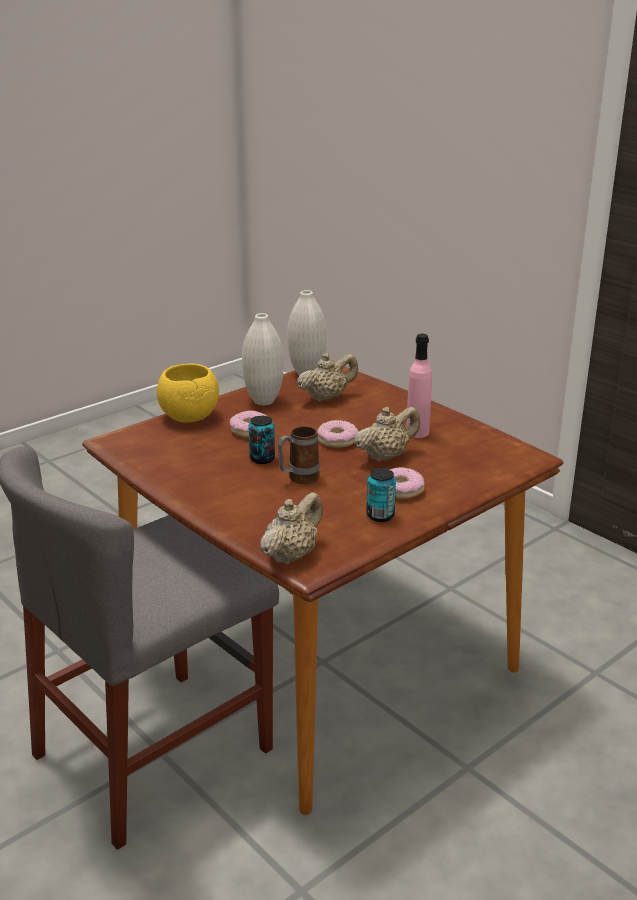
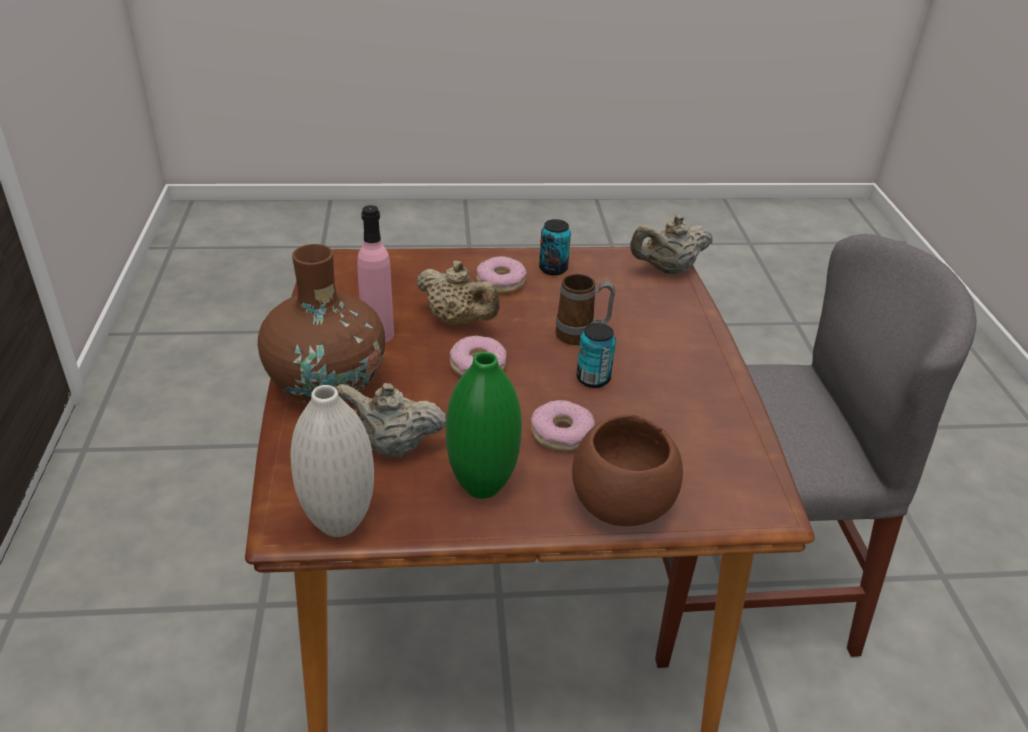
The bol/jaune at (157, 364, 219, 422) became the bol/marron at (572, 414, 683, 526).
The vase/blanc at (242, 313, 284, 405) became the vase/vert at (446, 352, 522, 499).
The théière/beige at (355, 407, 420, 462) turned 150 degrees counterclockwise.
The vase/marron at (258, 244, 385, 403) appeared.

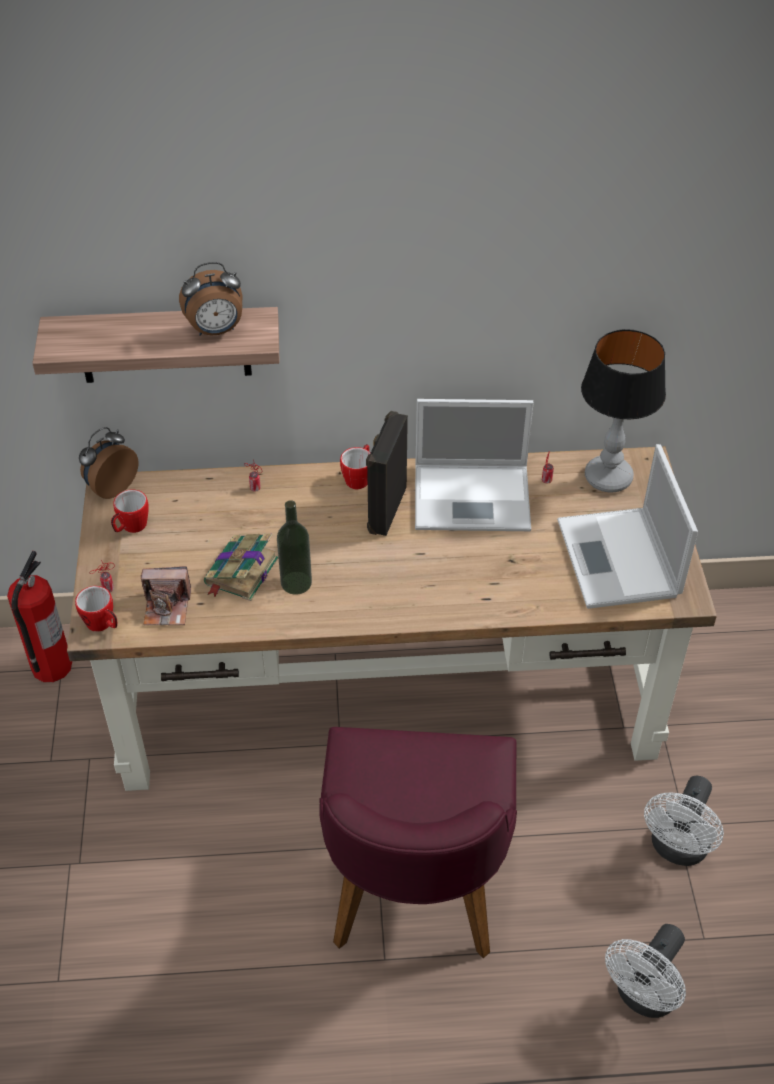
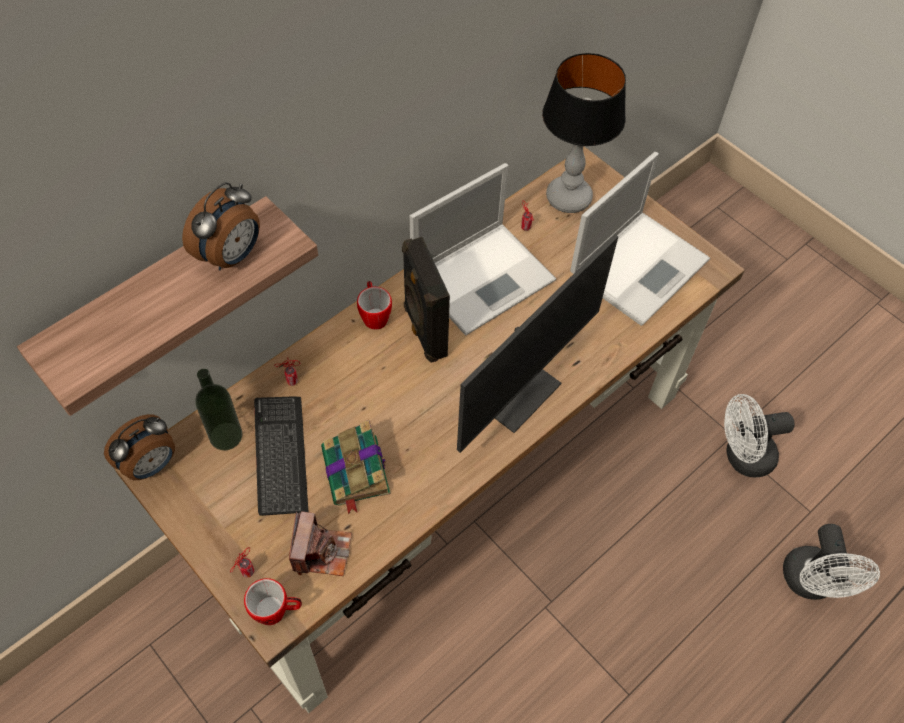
The extincteur at (7, 551, 72, 682) disappeared.
The réveil at (79, 427, 139, 499) turned 135 degrees counterclockwise.
The mug at (111, 489, 149, 533) disappeared.
The appareil photo at (141, 566, 191, 625) turned 45 degrees counterclockwise.
The bouteille moved from (277, 500, 312, 595) to (196, 369, 242, 451).
The chaise/violet at (319, 727, 517, 958) disappeared.
The ordinateur portable at (557, 444, 698, 609) turned 90 degrees counterclockwise.
The ventilateur/blanc at (644, 776, 724, 866) turned 90 degrees clockwise.
The clavier at (254, 397, 308, 516) appeared.
The écran d'ordinateur at (457, 234, 618, 453) appeared.

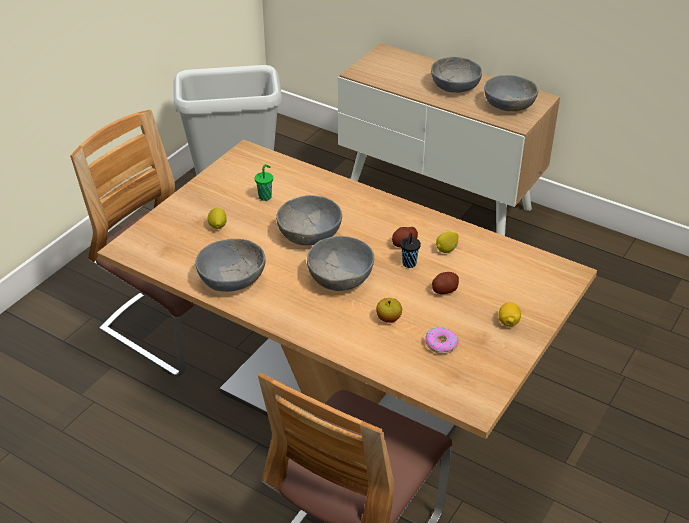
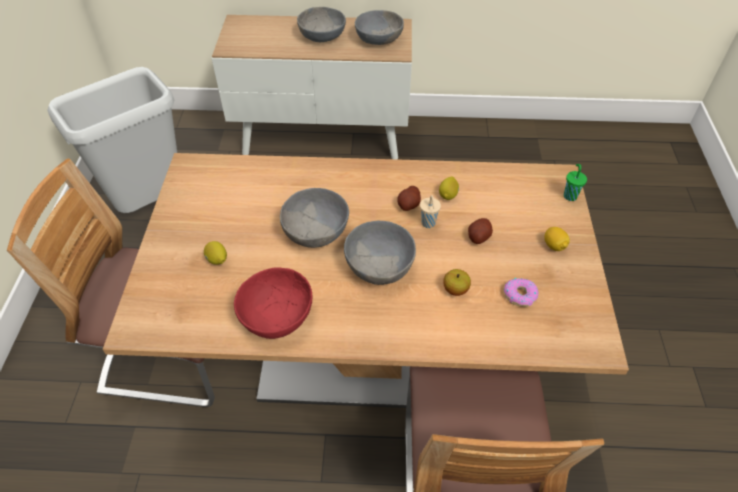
The bol/gris at (195, 239, 265, 292) became the bol/rouge at (234, 267, 312, 339).
The tasse/vert moved from (255, 164, 273, 201) to (564, 164, 587, 201).
The tasse/noir at (400, 233, 421, 268) became the tasse/beige at (420, 195, 441, 228).

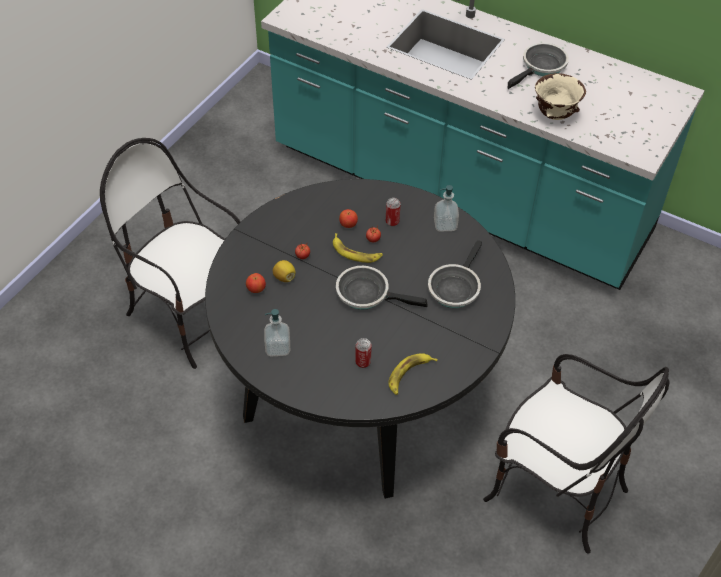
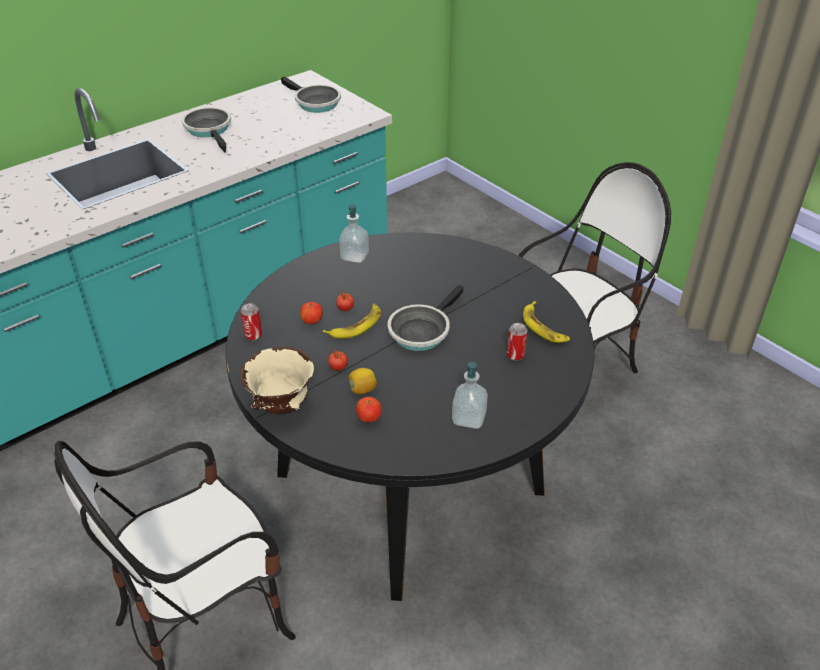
The boîte métallique moved from (386, 198, 401, 226) to (241, 303, 262, 341).
The poêle moved from (428, 240, 482, 308) to (281, 76, 341, 113).
The bol/beige moved from (535, 73, 586, 120) to (240, 347, 314, 414).

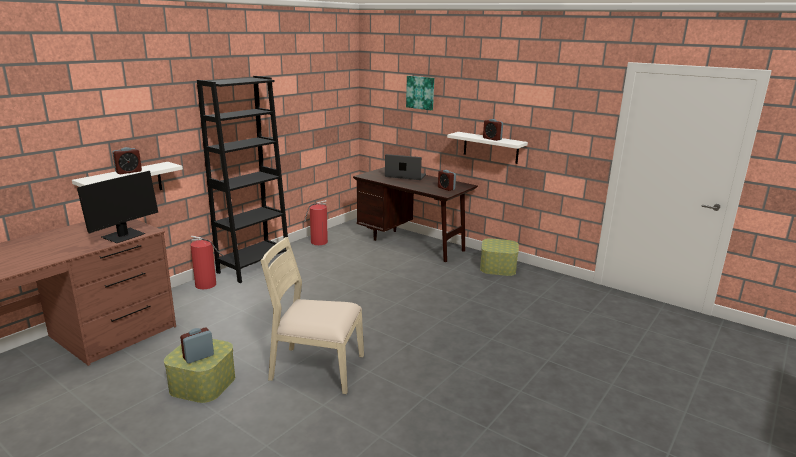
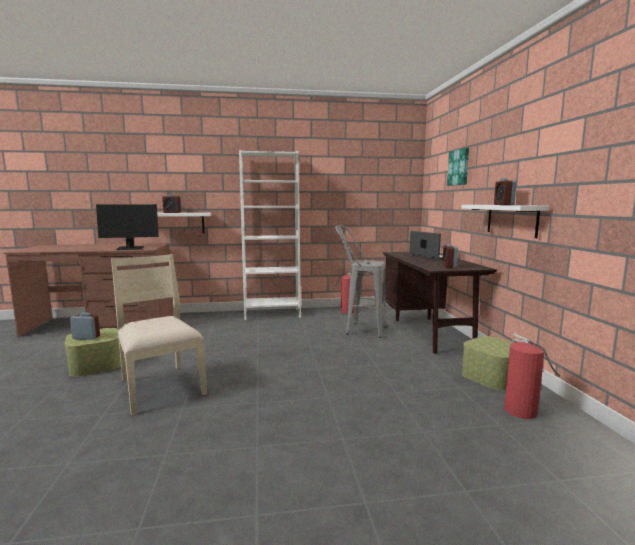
The extincteur moved from (190, 235, 224, 289) to (504, 333, 560, 419).
The bibliothèque/noir at (197, 76, 288, 283) became the bibliothèque/blanc at (239, 150, 301, 320).
The tabouret/gris at (335, 225, 387, 338) appeared.

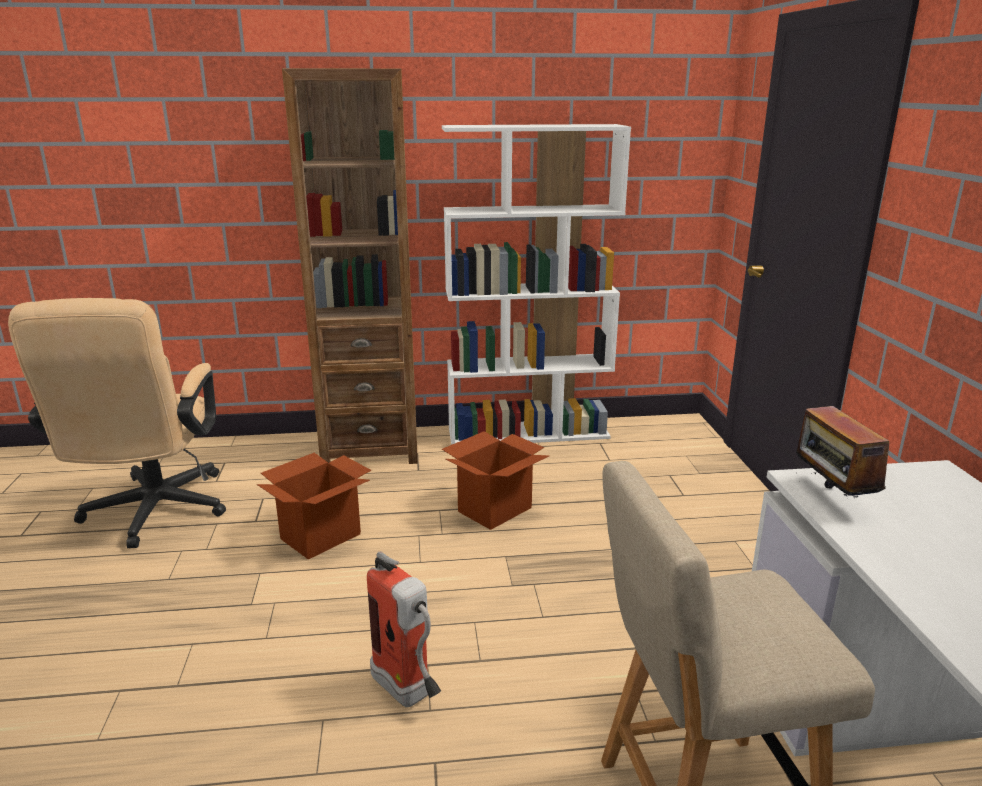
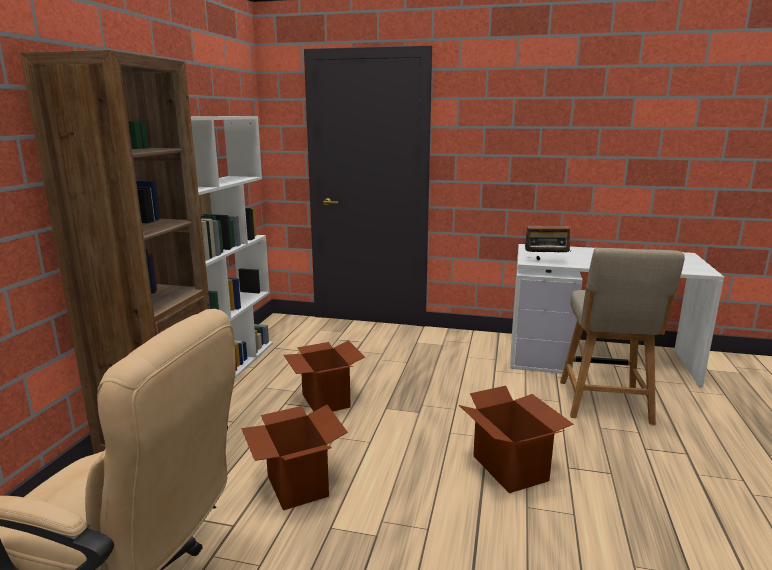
The extincteur at (367, 552, 441, 707) was replaced by the carton at (459, 386, 574, 493).

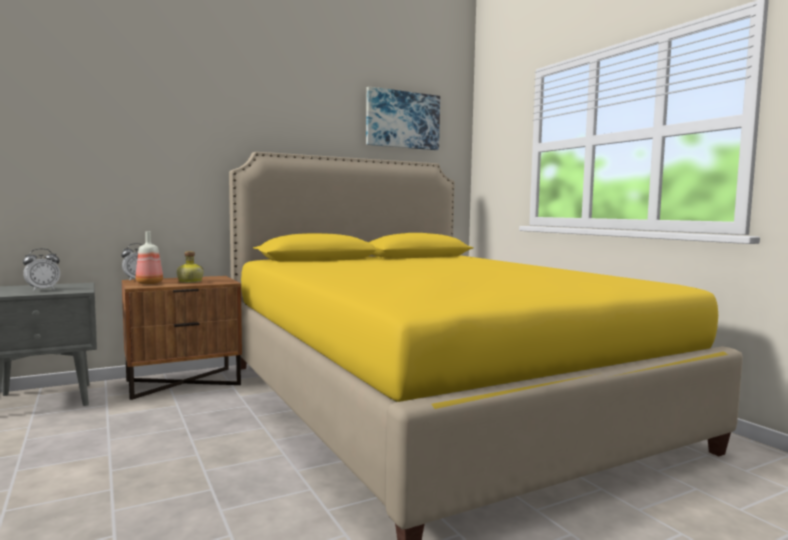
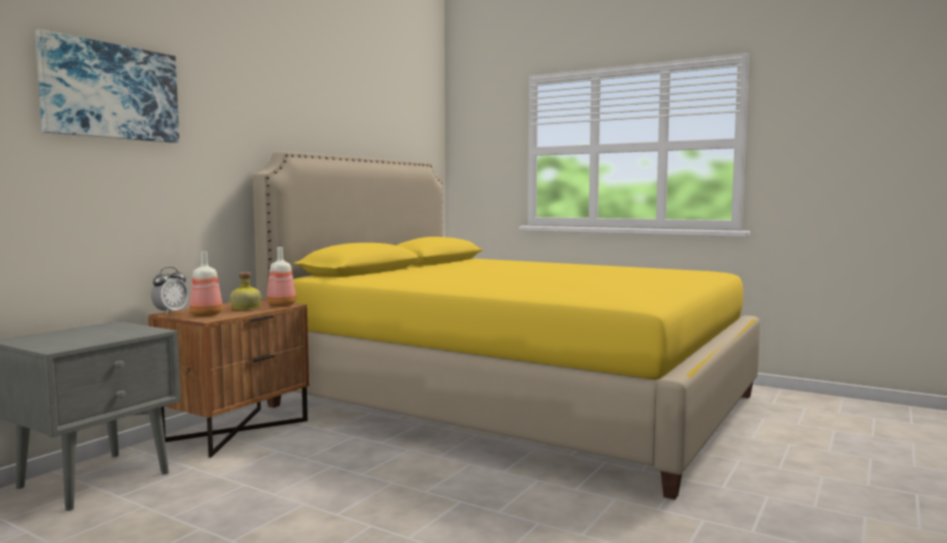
The réveil at (23, 248, 60, 291) disappeared.
The tableau moved from (366, 86, 440, 150) to (35, 29, 179, 143).
The bouteille at (267, 247, 296, 306) appeared.

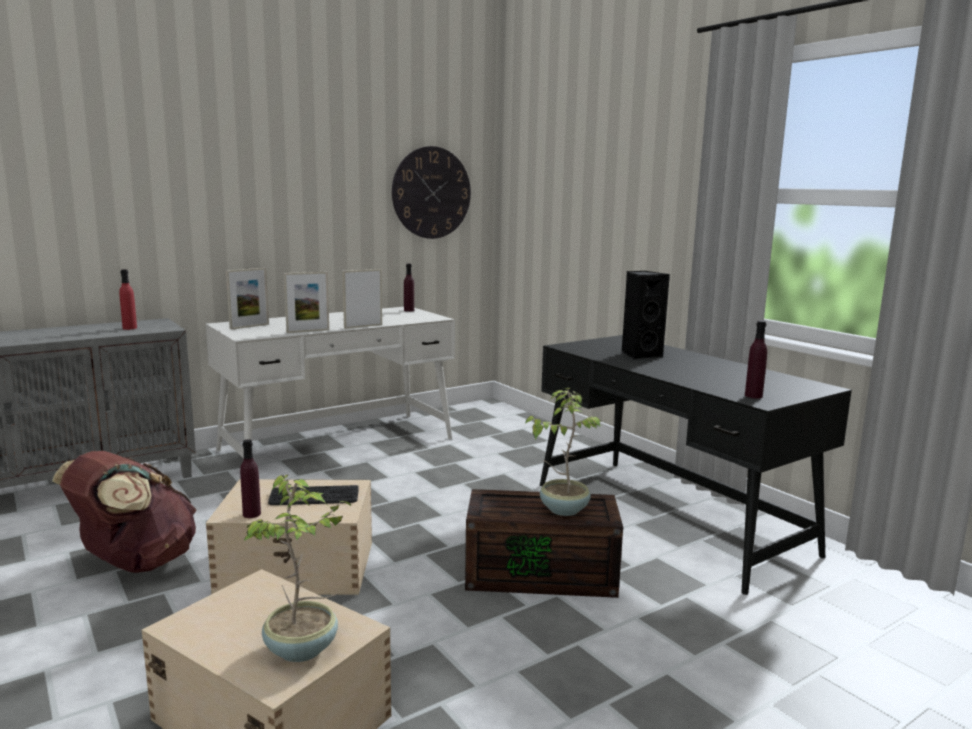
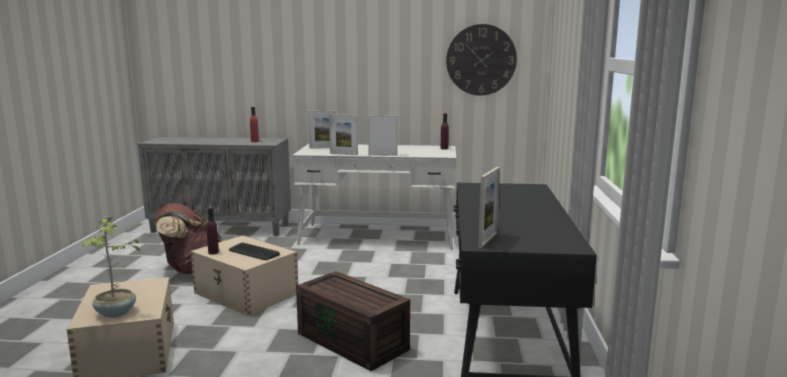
The plante en pot at (525, 388, 602, 516) disappeared.
The enceinte/noir at (622, 271, 670, 359) disappeared.
The bouteille/violet at (745, 321, 767, 398) was replaced by the cadre photo at (478, 167, 500, 248).

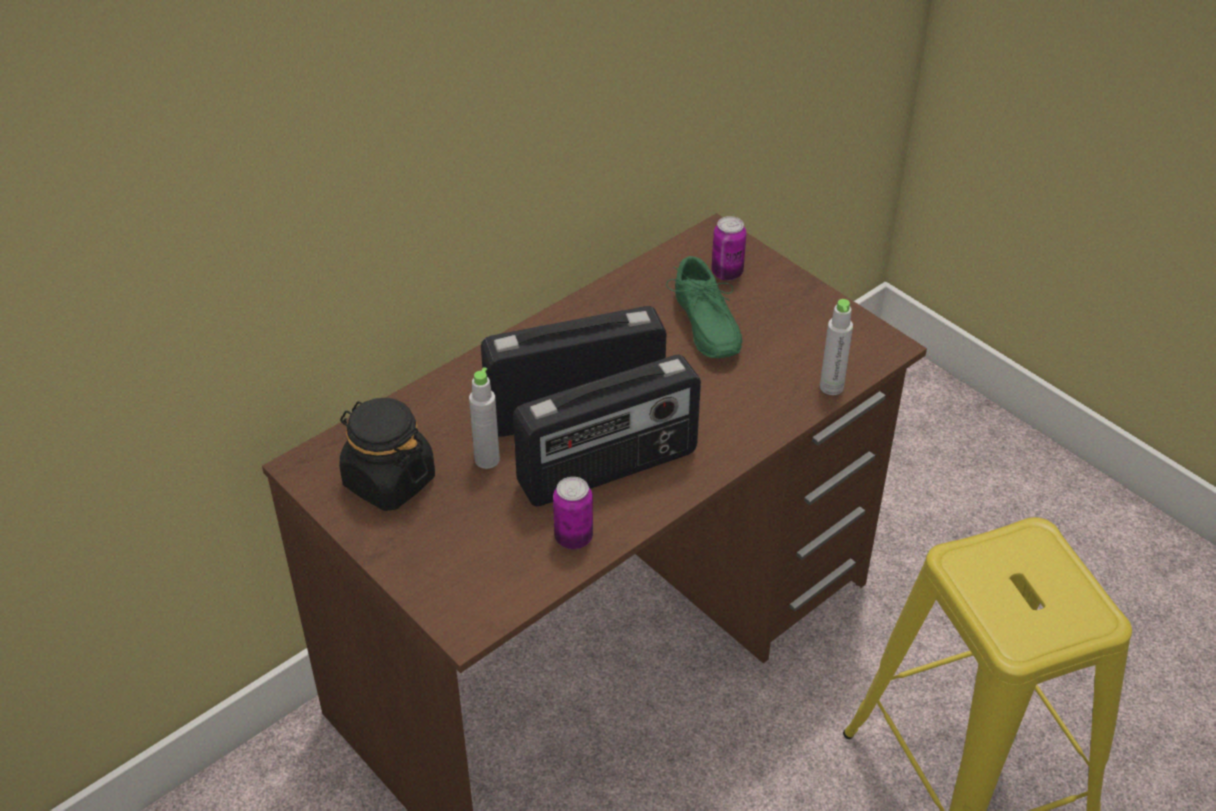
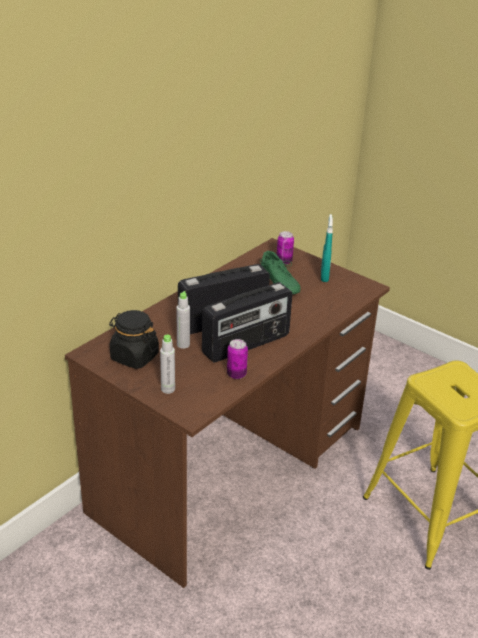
The bouteille/gris moved from (820, 299, 853, 395) to (160, 335, 175, 394).
The vaporisateur/turquoise at (321, 214, 333, 282) appeared.

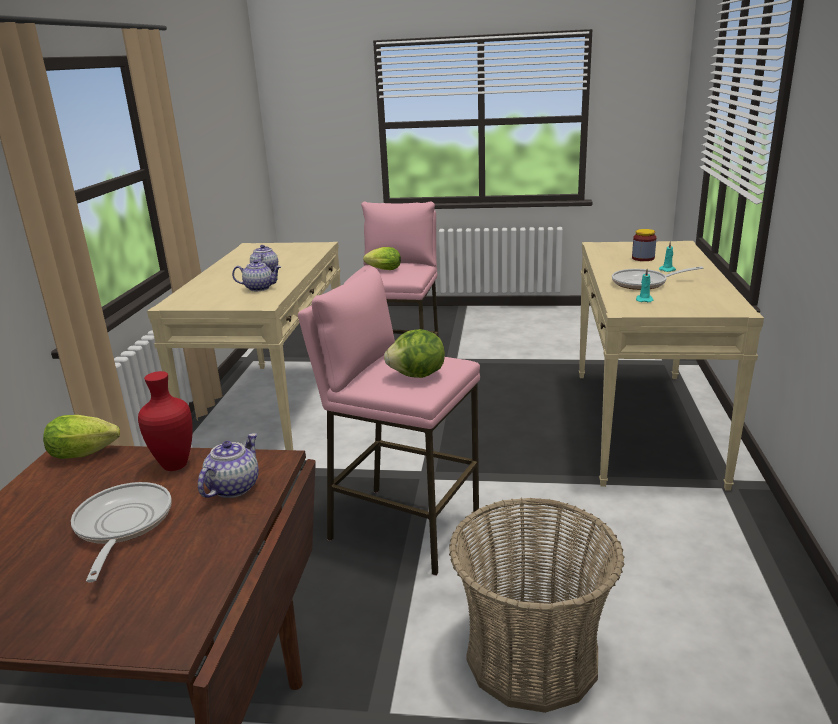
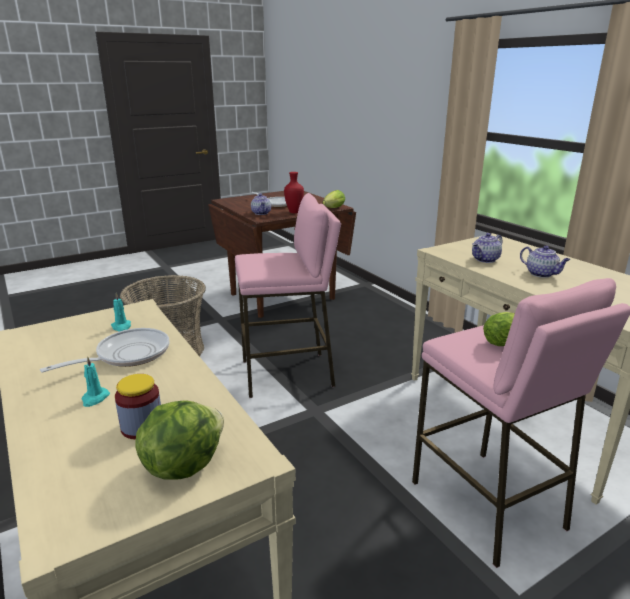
The laitue moved from (384, 329, 445, 378) to (135, 400, 224, 480).

